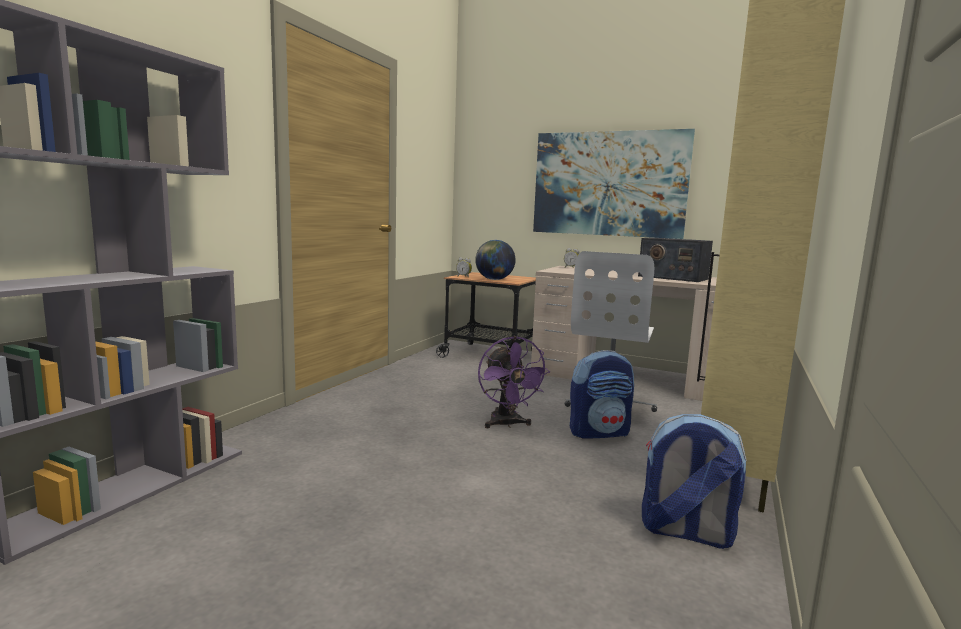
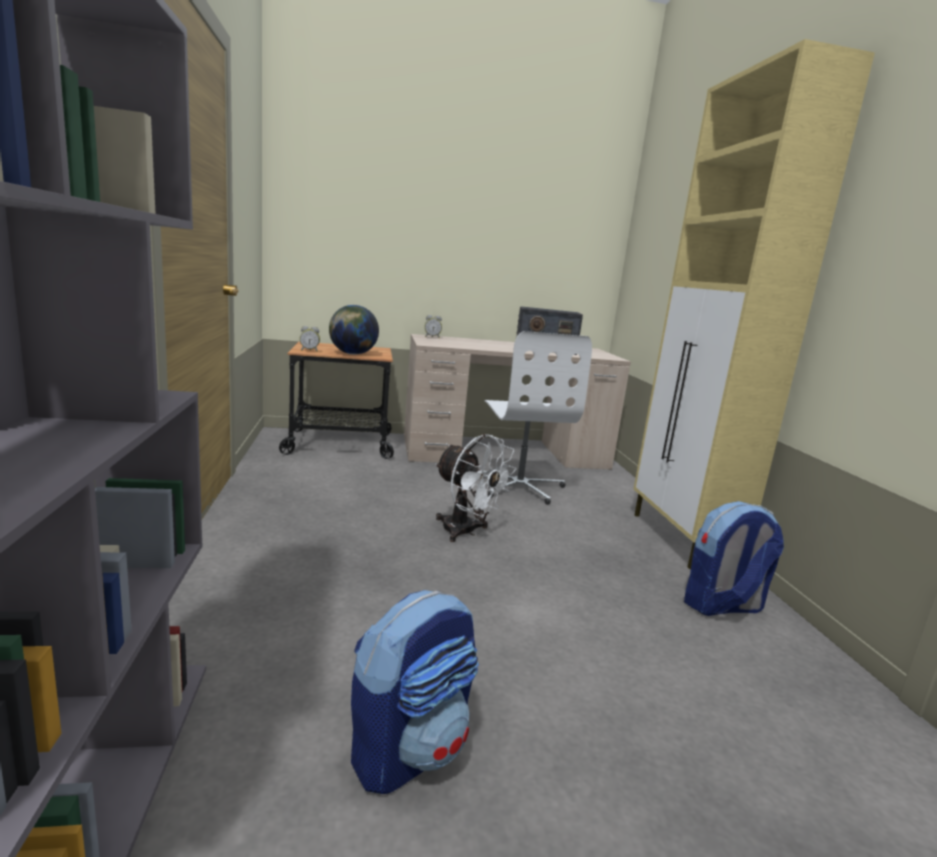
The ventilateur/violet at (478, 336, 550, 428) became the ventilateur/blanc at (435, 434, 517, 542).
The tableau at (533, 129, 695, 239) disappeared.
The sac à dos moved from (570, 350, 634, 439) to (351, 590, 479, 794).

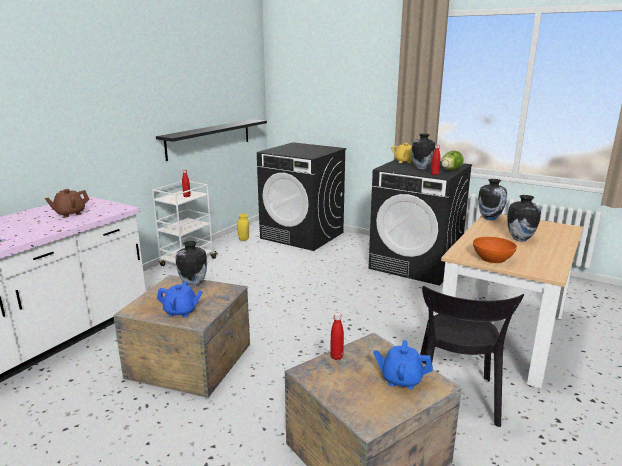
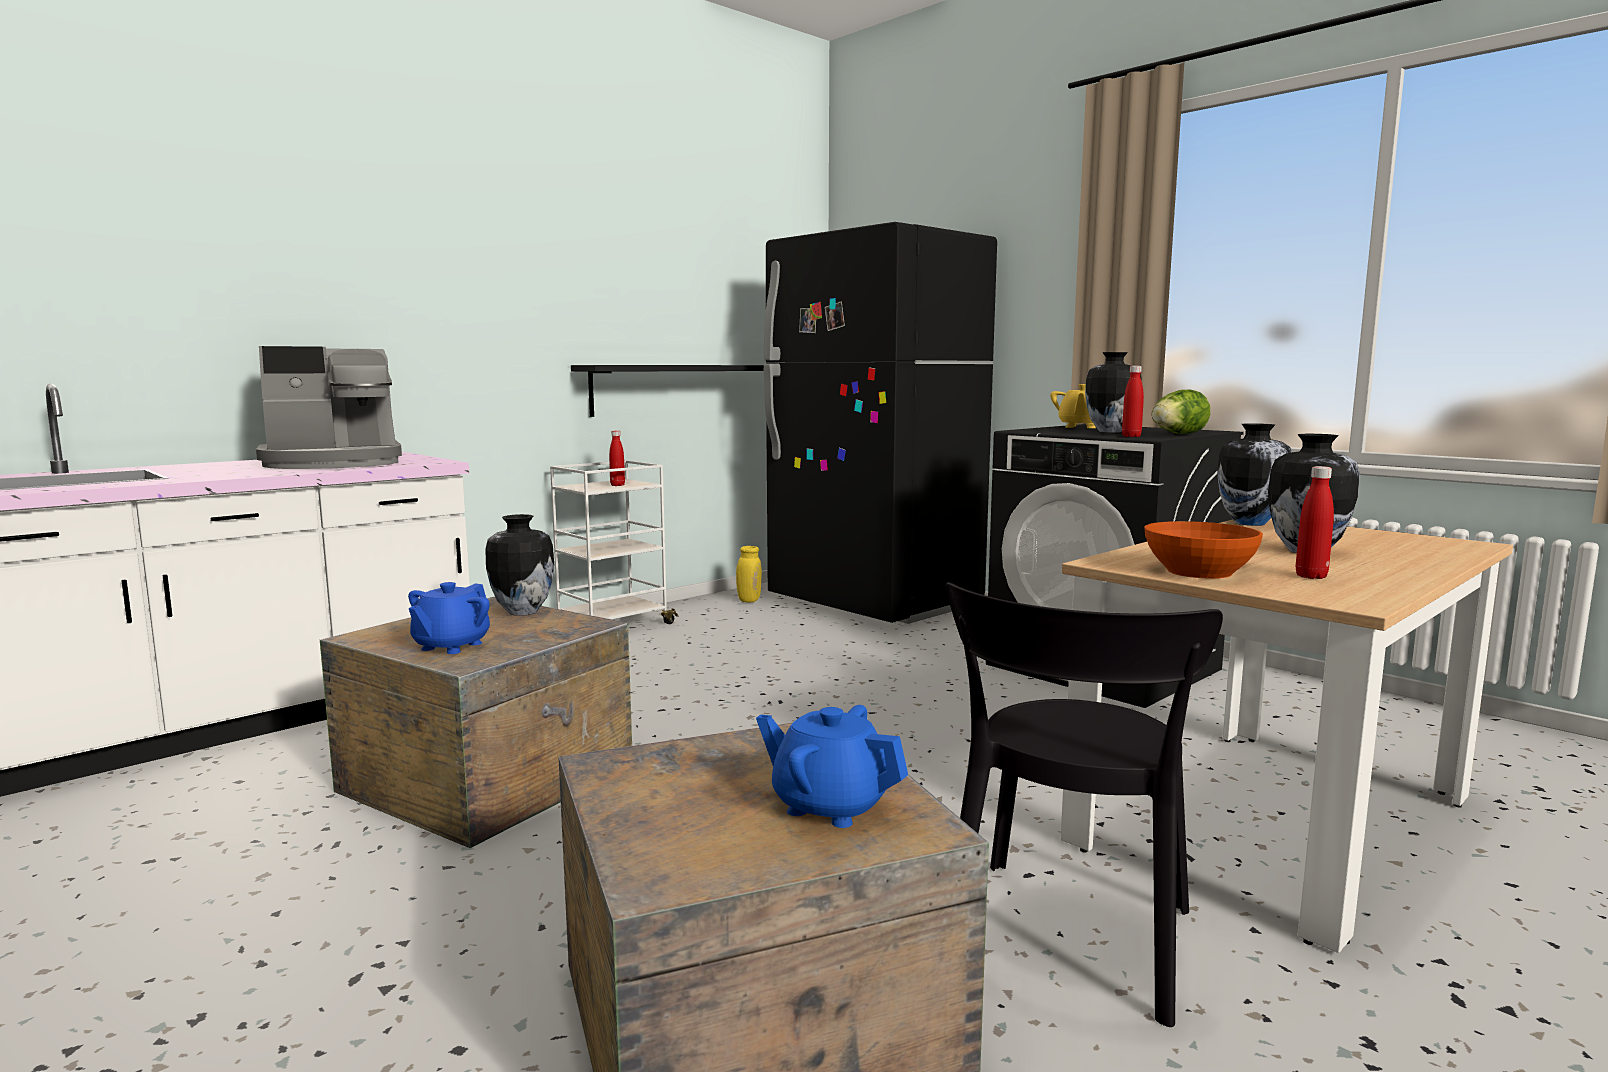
The théière/marron at (45, 189, 89, 218) was replaced by the machine à café at (256, 346, 402, 469).
The théière/bleu at (157, 281, 203, 317) turned 90 degrees clockwise.
The lave-linge/noir at (257, 142, 346, 251) was replaced by the réfrigérateur/noir at (763, 222, 997, 624).
The bouteille/rouge moved from (330, 313, 344, 360) to (1296, 466, 1334, 579).

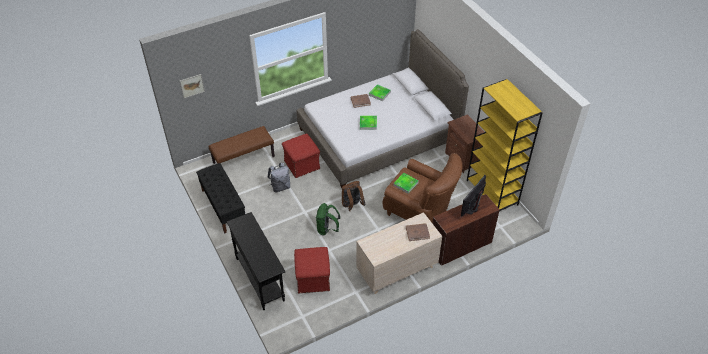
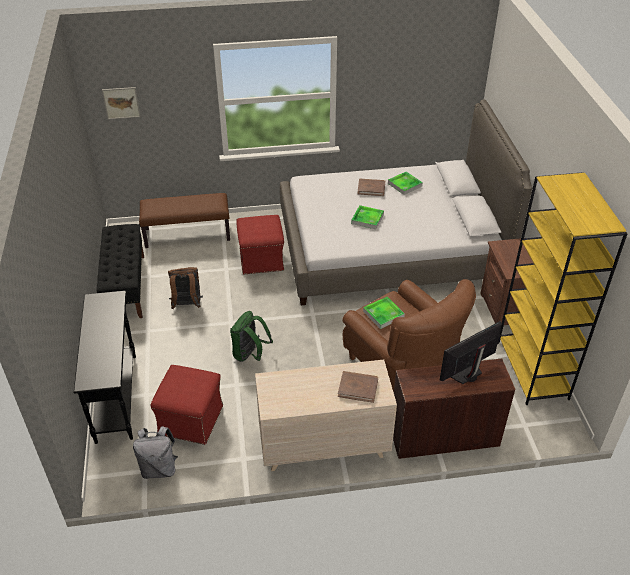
The sac à dos/gris moved from (267, 163, 290, 193) to (133, 426, 178, 479).
The sac à dos/marron moved from (342, 181, 366, 211) to (168, 267, 203, 309).

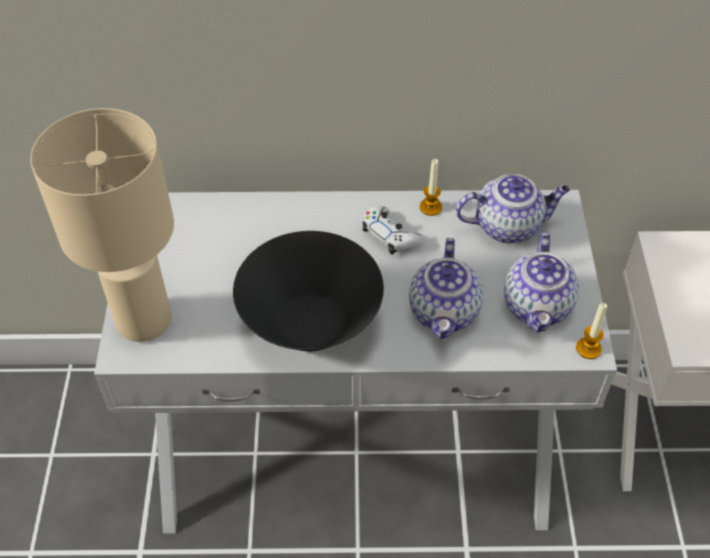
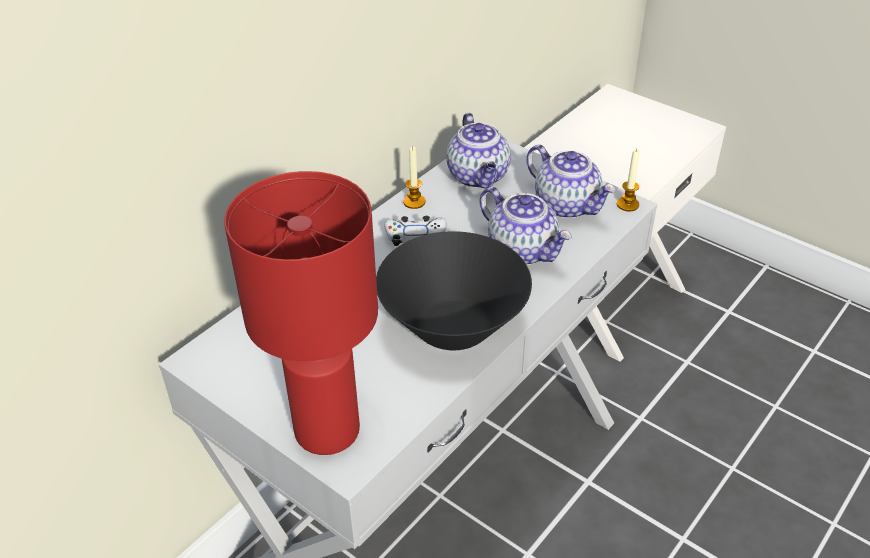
The lampe de table/beige at (30, 108, 174, 342) became the lampe de table/rouge at (224, 171, 378, 455).
The théière at (456, 174, 570, 243) turned 135 degrees clockwise.

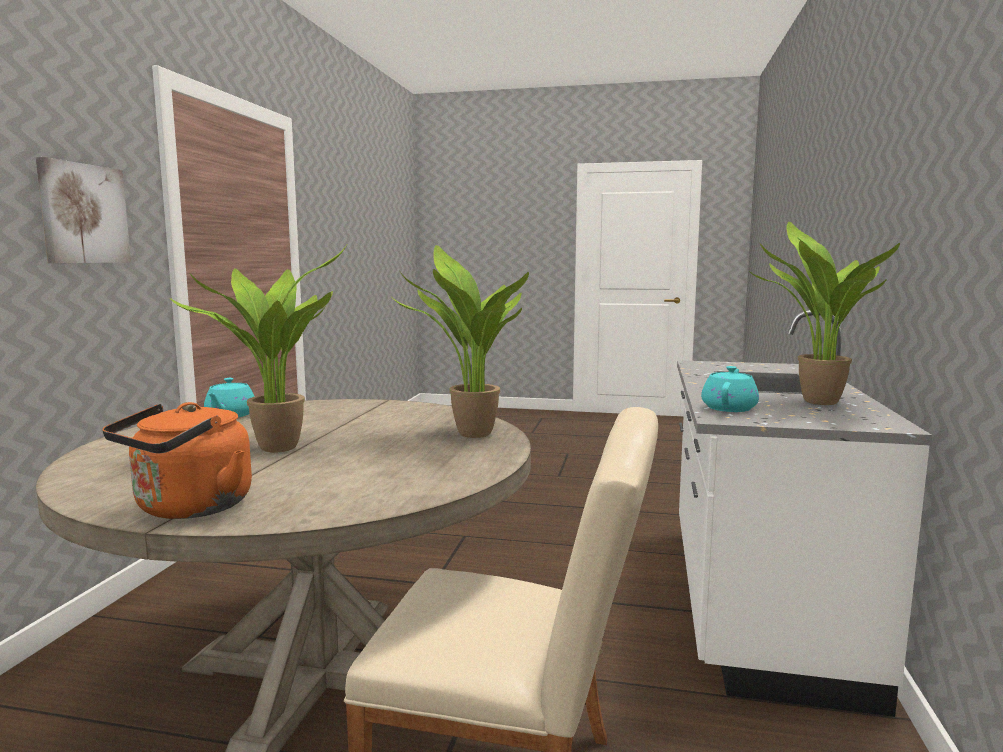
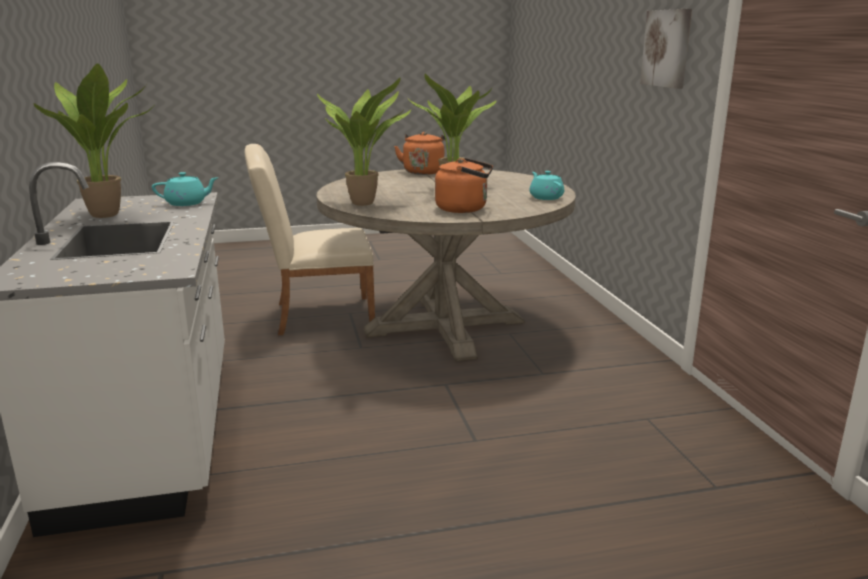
The théière/turquoise at (701, 366, 759, 412) turned 105 degrees counterclockwise.
The bouilloire/orange at (435, 158, 493, 213) appeared.

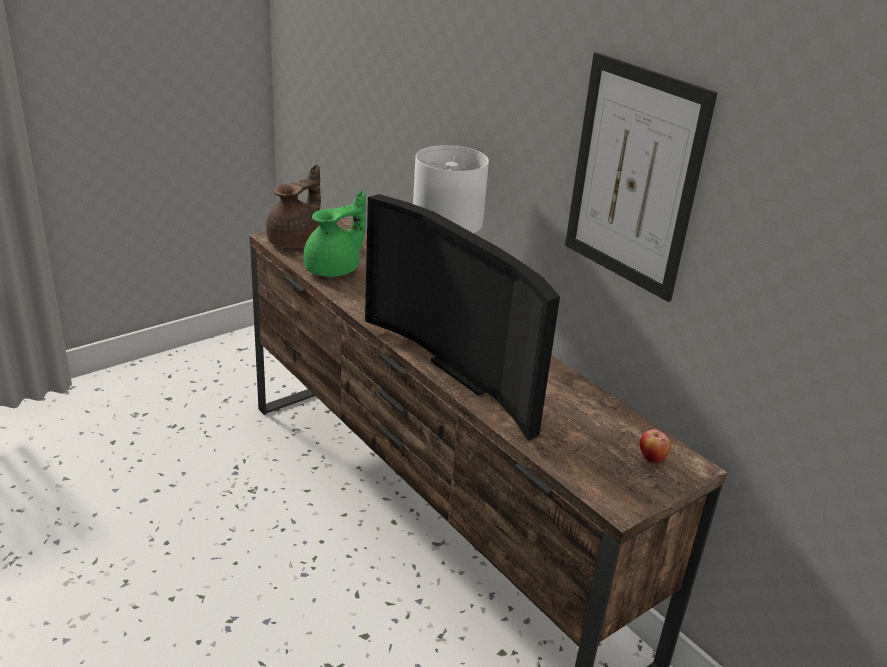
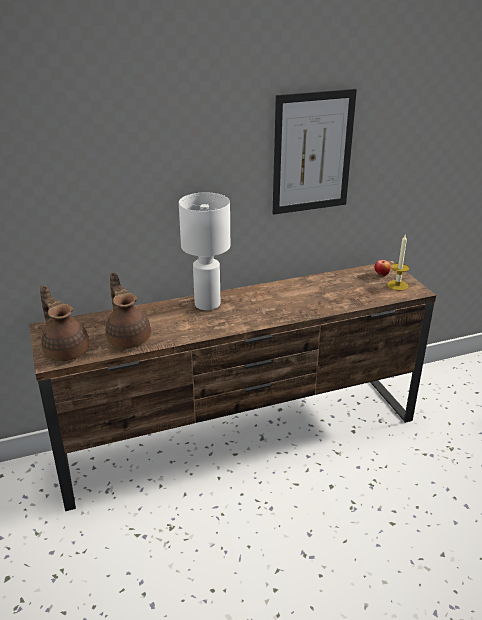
The théière/vert at (303, 191, 366, 277) became the théière/marron at (105, 273, 151, 348).
The téléviseur at (365, 194, 560, 441) disappeared.
The bougie at (387, 235, 409, 291) appeared.

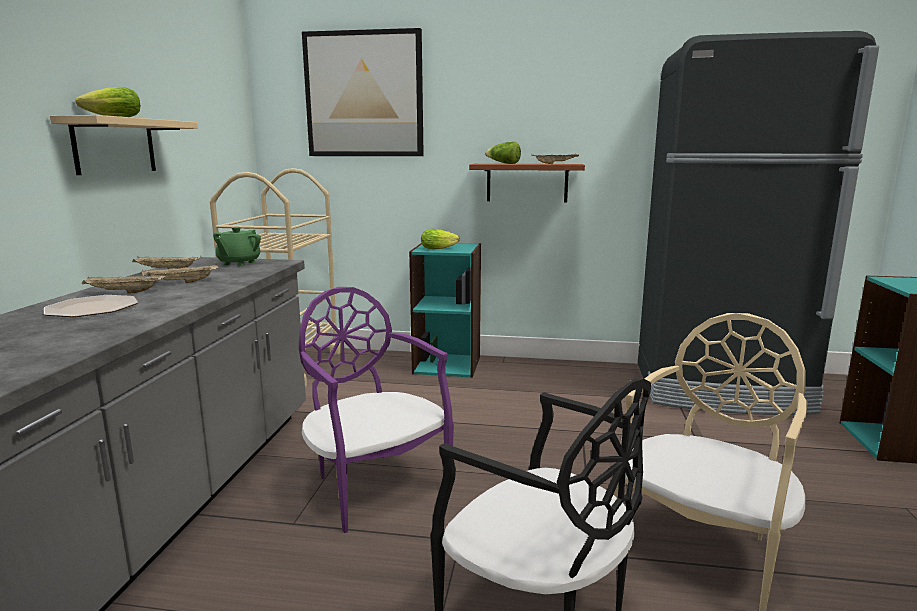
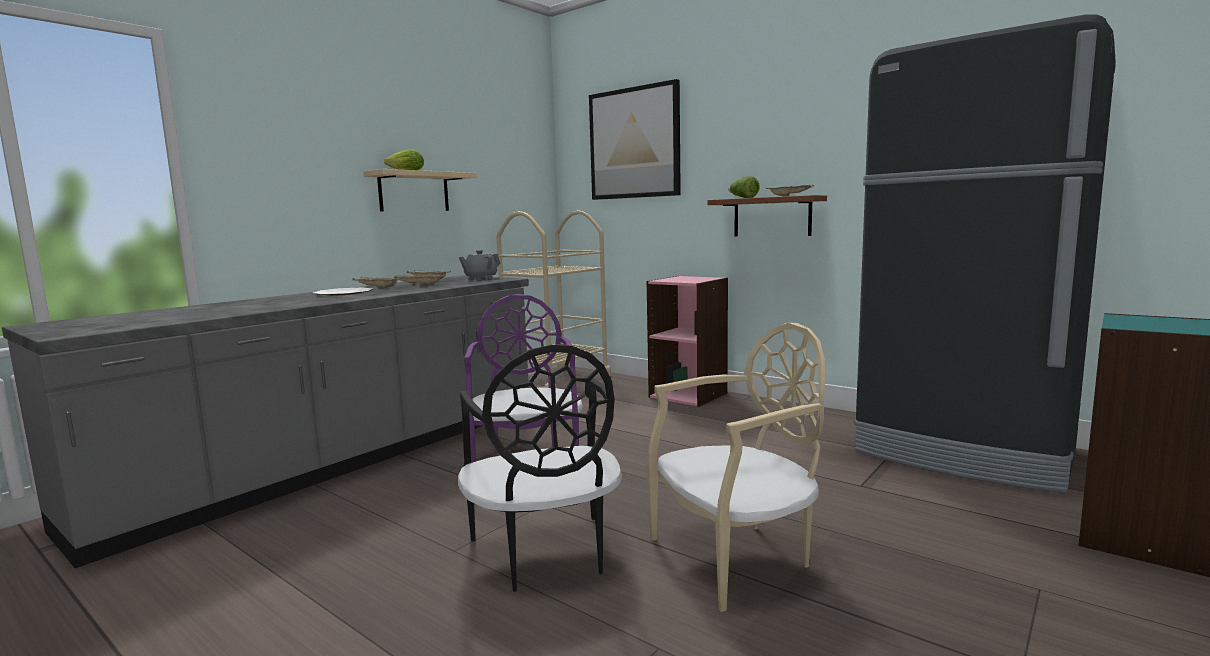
The théière/vert at (213, 227, 261, 266) became the théière/gris at (459, 250, 501, 280).
The bibliothèque/turquoise at (409, 243, 481, 378) became the bibliothèque/rose at (647, 276, 728, 407).
The laitue at (421, 229, 460, 249) disappeared.

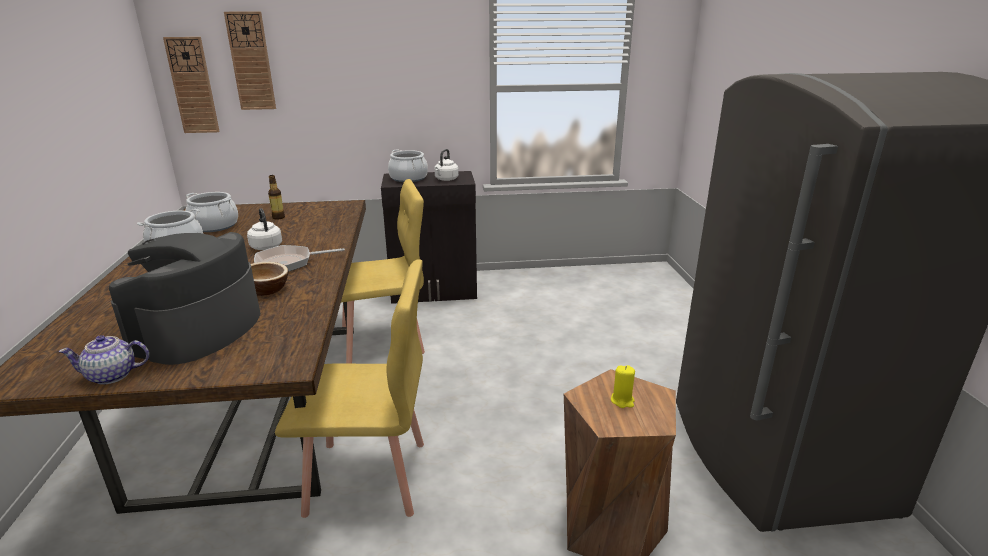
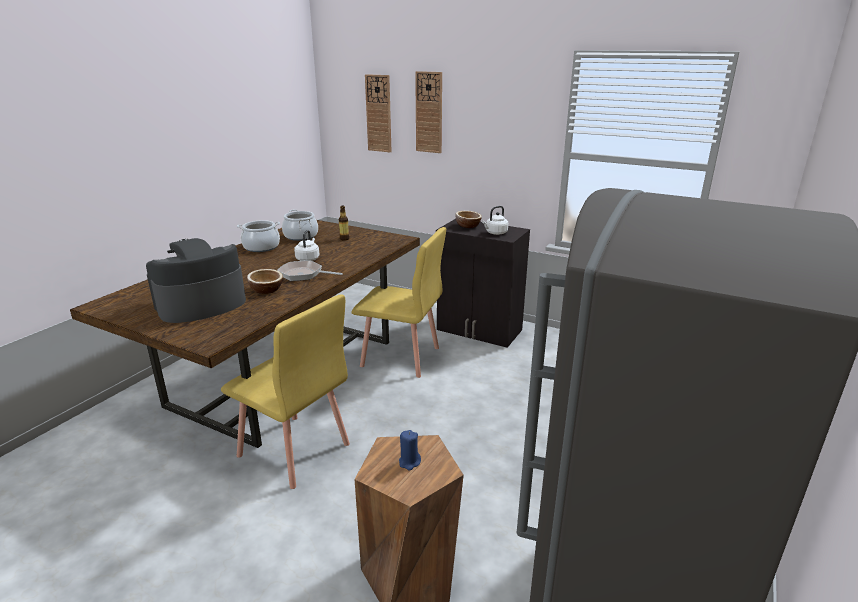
The théière at (59, 335, 149, 384) disappeared.
The horloge murale moved from (163, 37, 220, 133) to (415, 71, 442, 153).
The marmite at (388, 149, 428, 182) was replaced by the bol at (456, 211, 482, 228).
The bougie/jaune at (611, 365, 635, 408) became the bougie/bleu at (399, 430, 421, 471).

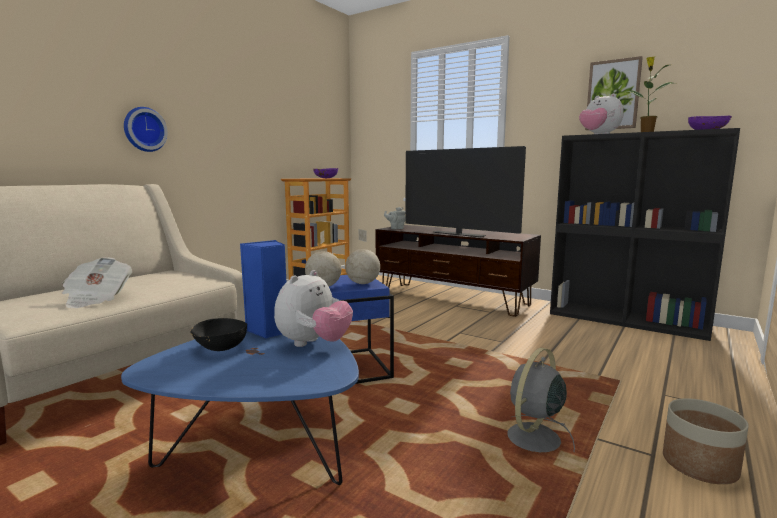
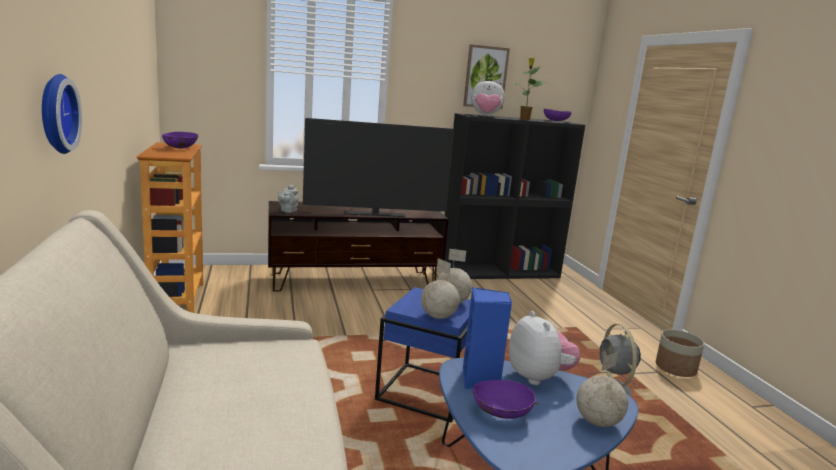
The journal at (62, 257, 133, 308) disappeared.
The bol/noir at (190, 318, 247, 351) became the bol/violet at (472, 380, 536, 419).
The globe at (576, 352, 628, 427) appeared.

